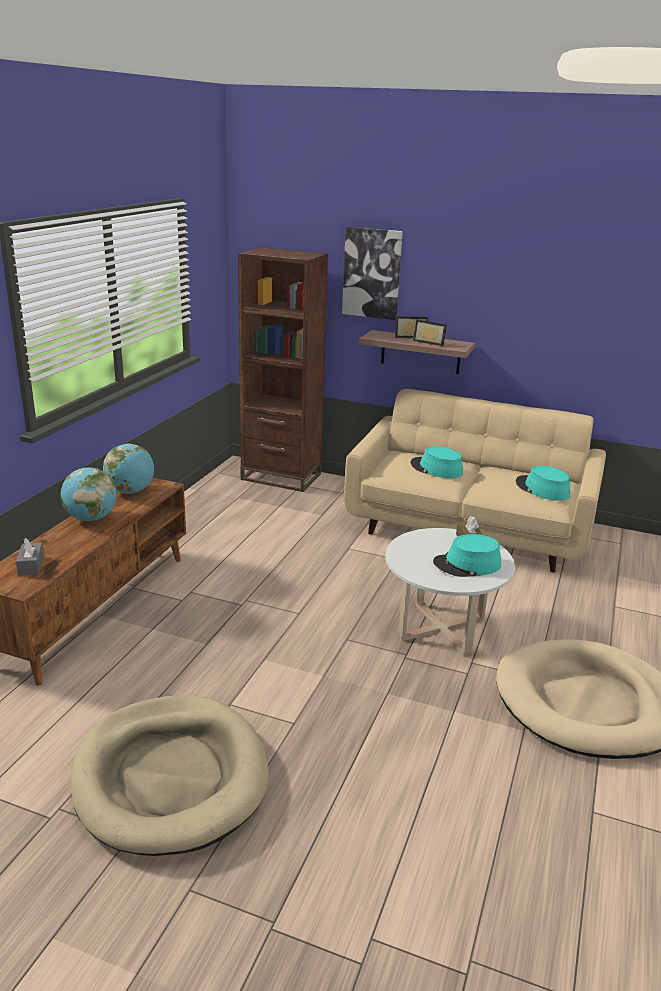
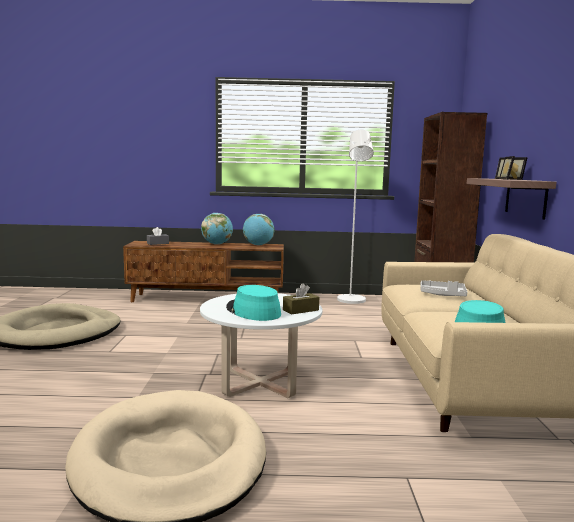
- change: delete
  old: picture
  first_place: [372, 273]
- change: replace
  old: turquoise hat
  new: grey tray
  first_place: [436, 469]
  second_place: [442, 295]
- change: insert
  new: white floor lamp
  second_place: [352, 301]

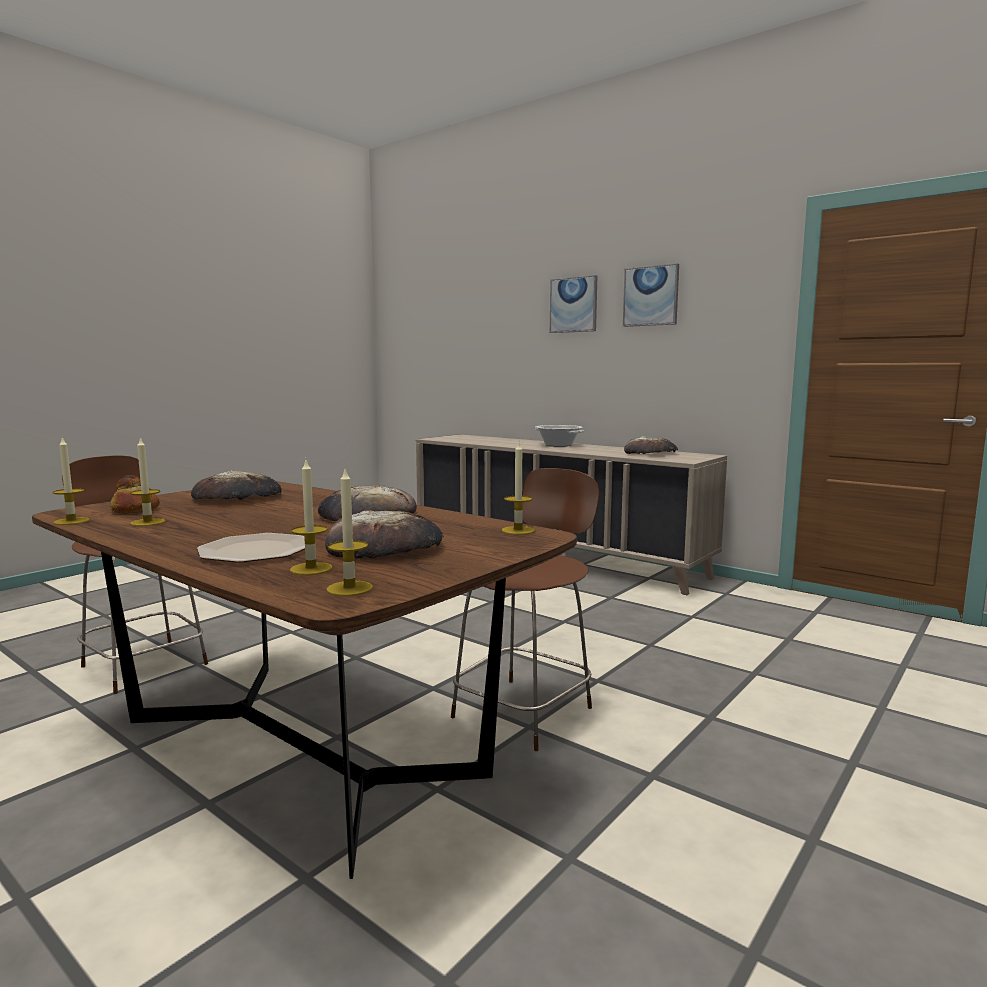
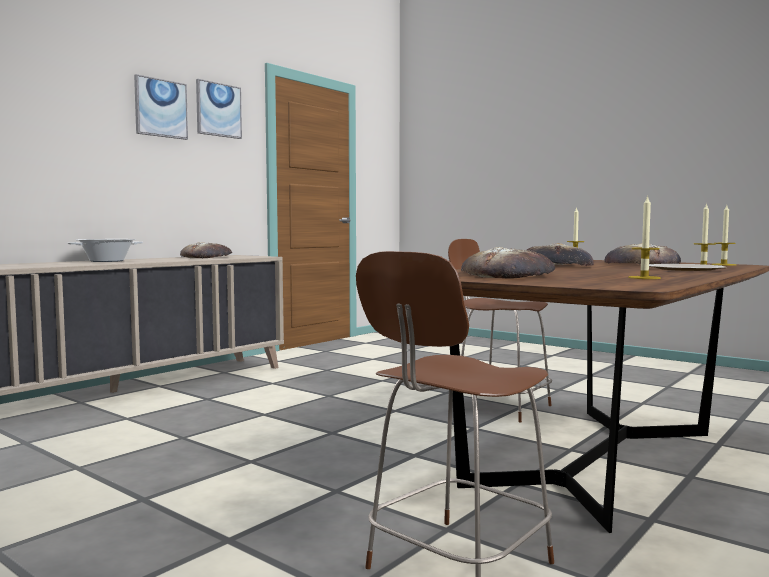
- change: move
  old: picture
  first_place: [573, 305]
  second_place: [218, 110]
- change: delete
  old: candle
  first_place: [71, 521]
- change: delete
  old: bread
  first_place: [136, 510]

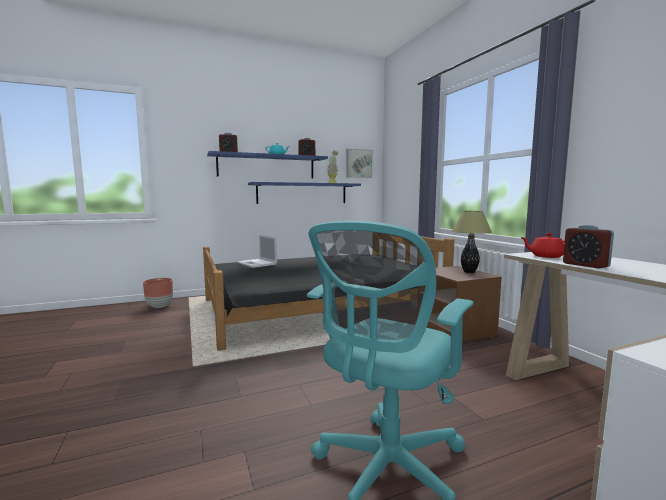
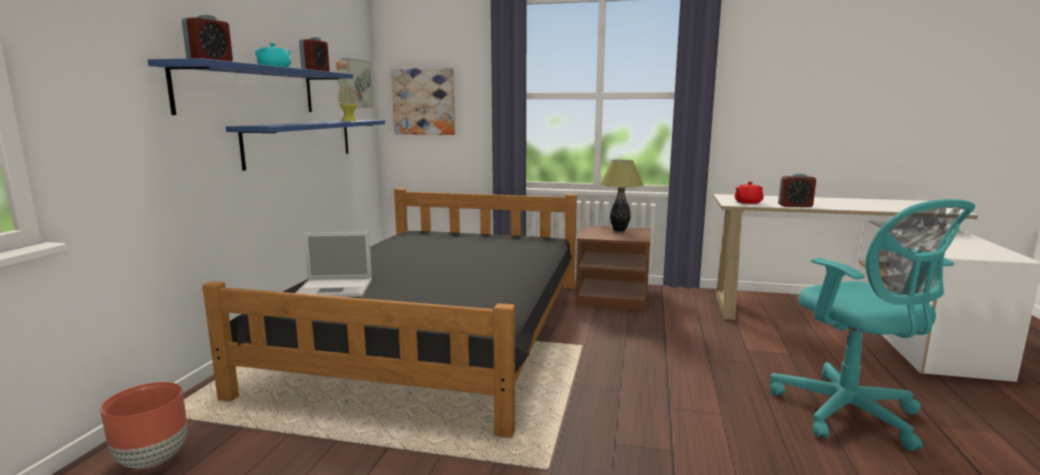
- change: insert
  new: picture
  second_place: [424, 101]

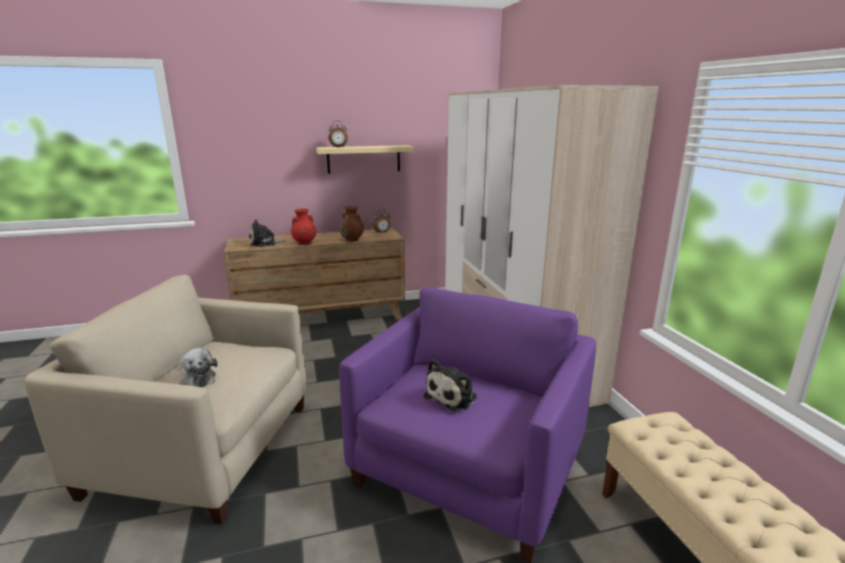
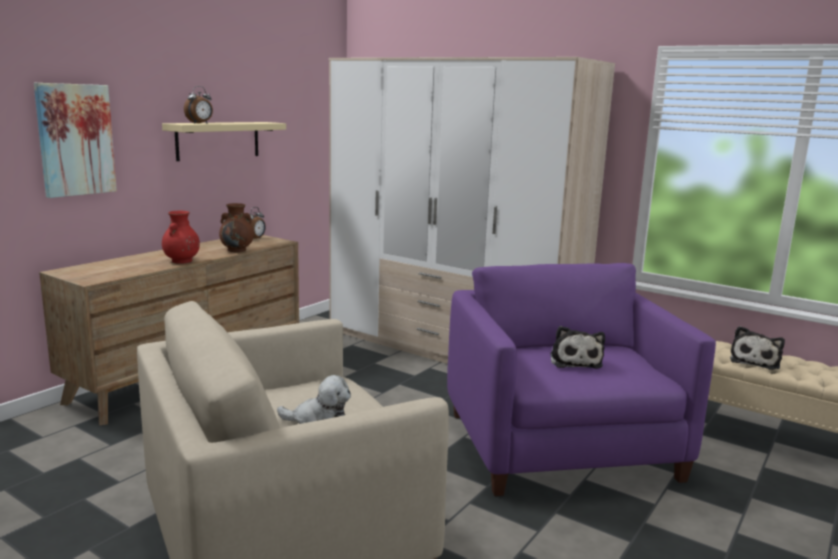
- change: move
  old: plush toy
  first_place: [264, 243]
  second_place: [755, 361]
- change: insert
  new: picture
  second_place: [75, 140]

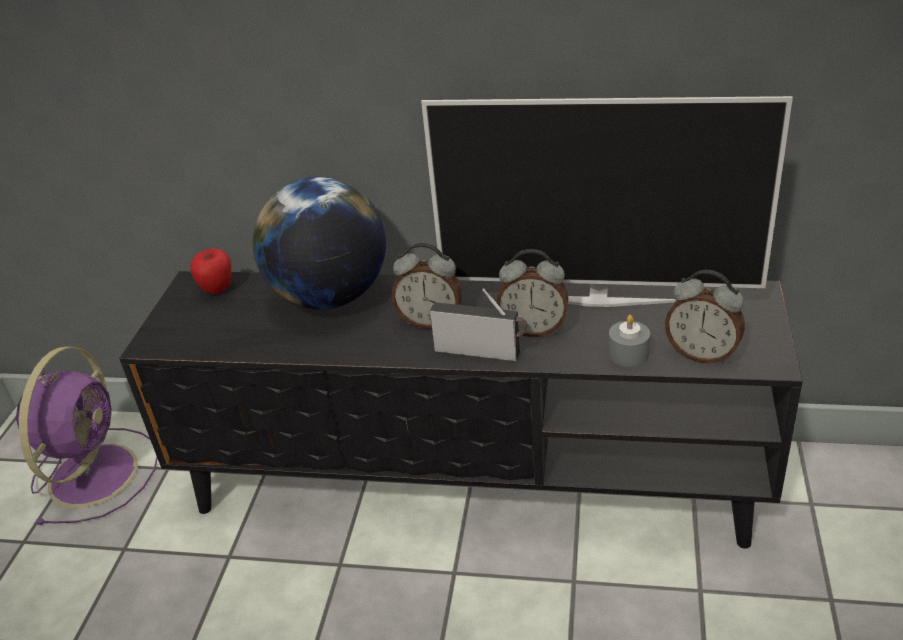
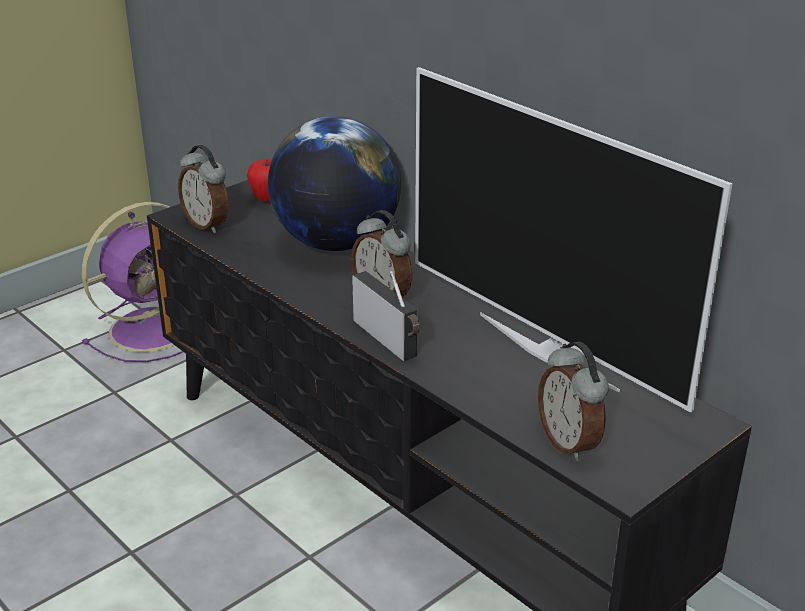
- change: move
  old: alarm clock
  first_place: [533, 329]
  second_place: [207, 224]
- change: delete
  old: grey candle
  first_place: [628, 353]

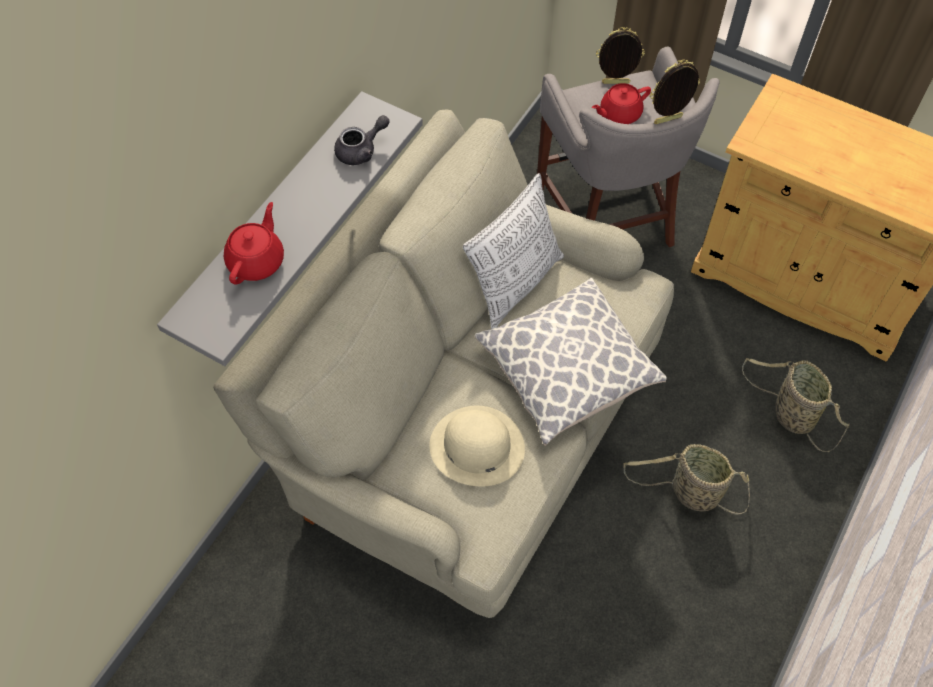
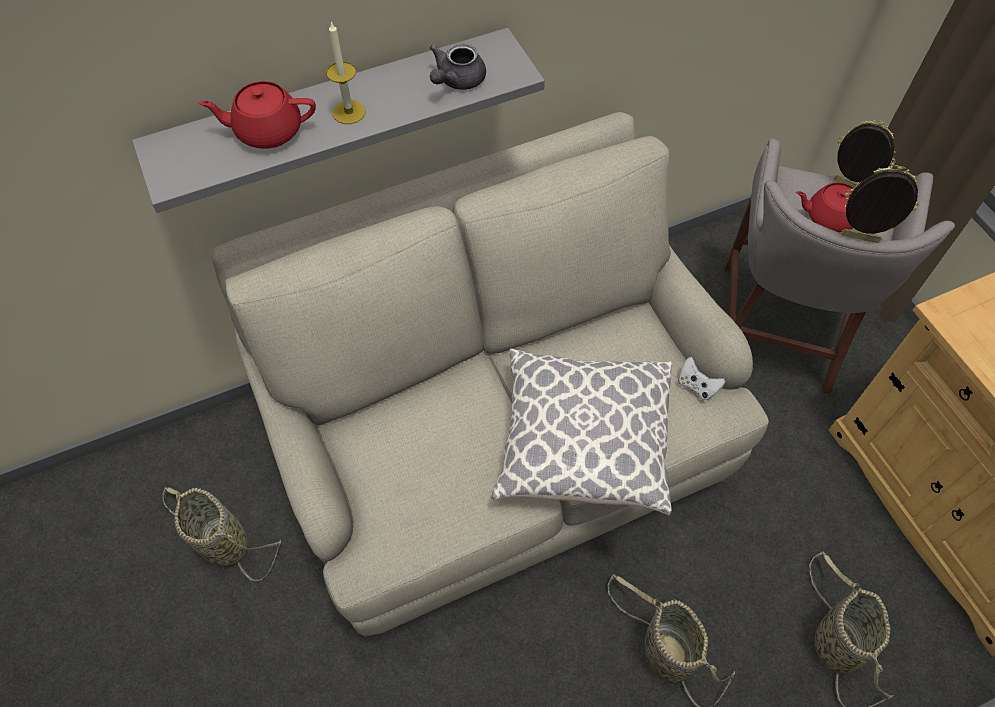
- change: rotate
  old: grey teapot
  first_place: [361, 150]
  second_place: [456, 81]
  degrees: 120
- change: delete
  old: pillow
  first_place: [515, 284]
- change: rotate
  old: red teapot
  first_place: [257, 261]
  second_place: [267, 131]
  degrees: -150
- change: delete
  old: beige hat
  first_place: [476, 447]
- change: insert
  new: candle
  second_place: [349, 112]
- change: insert
  new: white game controller
  second_place: [697, 386]
- change: insert
  new: basket
  second_place: [222, 541]

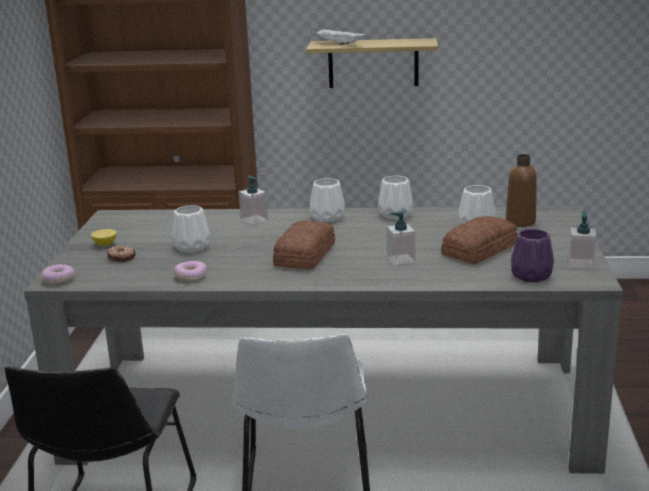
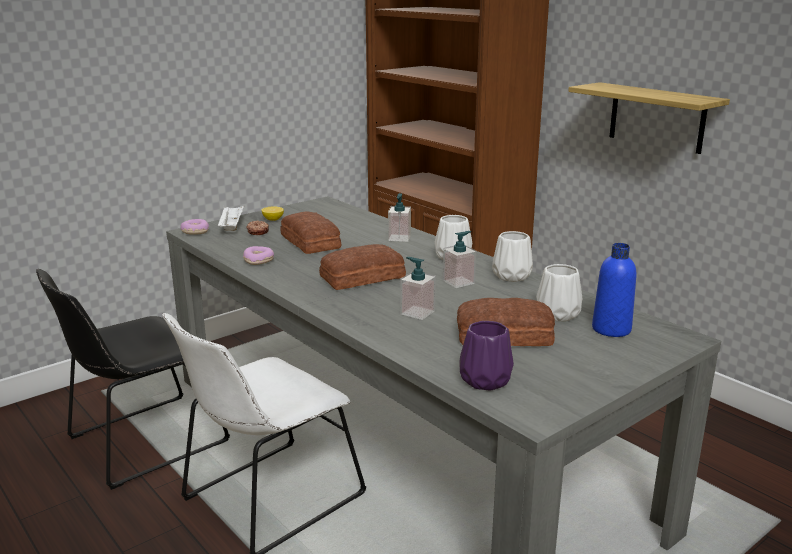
- change: move
  old: white tray
  first_place: [338, 44]
  second_place: [231, 227]
- change: recolor
  old: brown bottle
  new: blue bottle
  first_place: [520, 222]
  second_place: [611, 329]
- change: replace
  old: white vase
  new: bread
  first_place: [191, 247]
  second_place: [311, 241]
- change: move
  old: soap dispenser
  first_place: [581, 263]
  second_place: [459, 282]

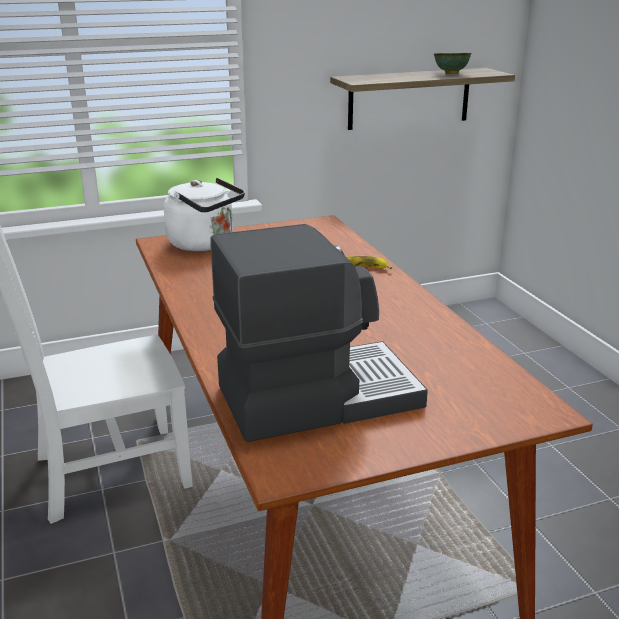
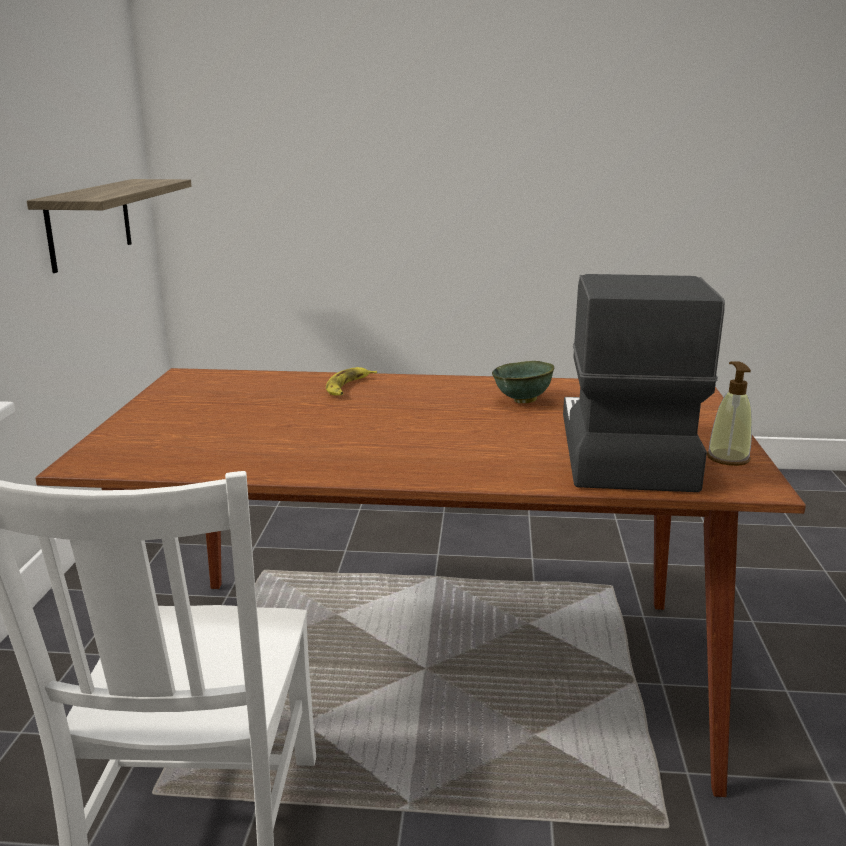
- change: move
  old: green bowl
  first_place: [450, 74]
  second_place: [522, 401]
- change: delete
  old: white kettle
  first_place: [205, 244]
- change: insert
  new: soap dispenser
  second_place: [728, 458]

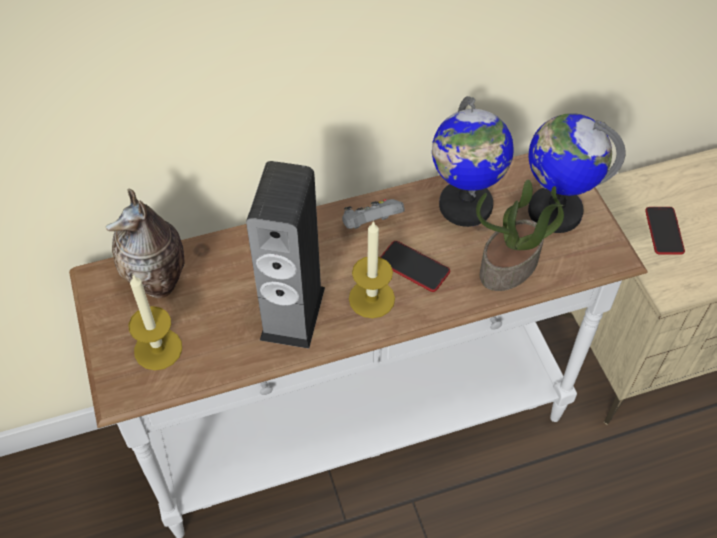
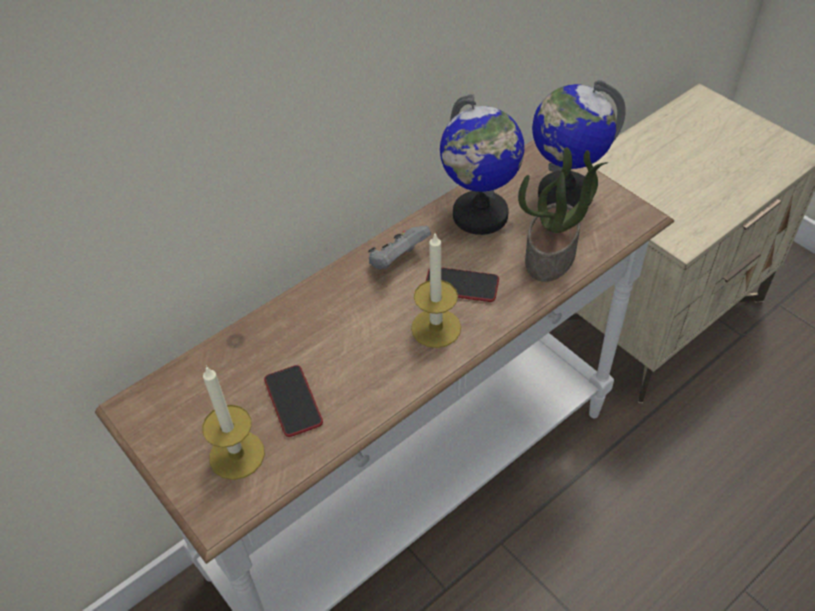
- change: delete
  old: speaker
  first_place: [292, 313]
- change: delete
  old: vase
  first_place: [160, 285]
- change: move
  old: phone
  first_place: [664, 231]
  second_place: [293, 401]

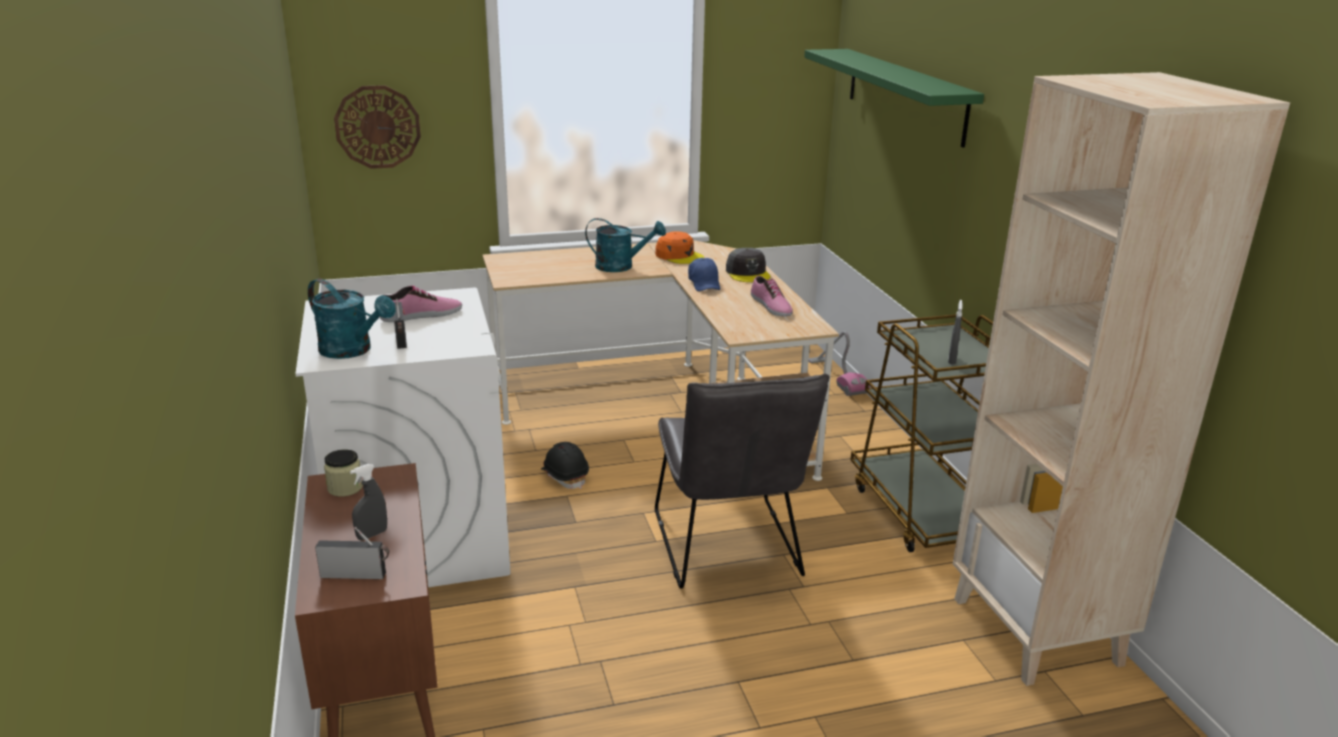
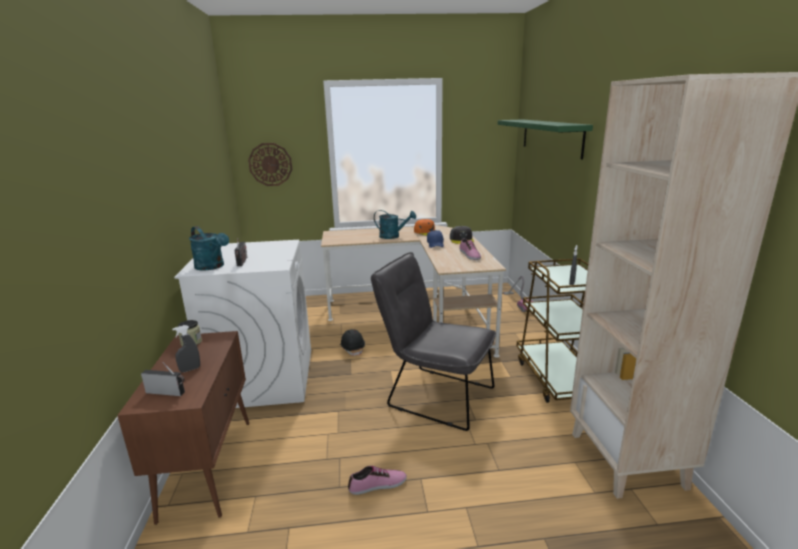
- change: move
  old: shoe
  first_place: [421, 315]
  second_place: [378, 485]
- change: rotate
  old: grey chair
  first_place: [728, 550]
  second_place: [434, 395]
  degrees: 120

